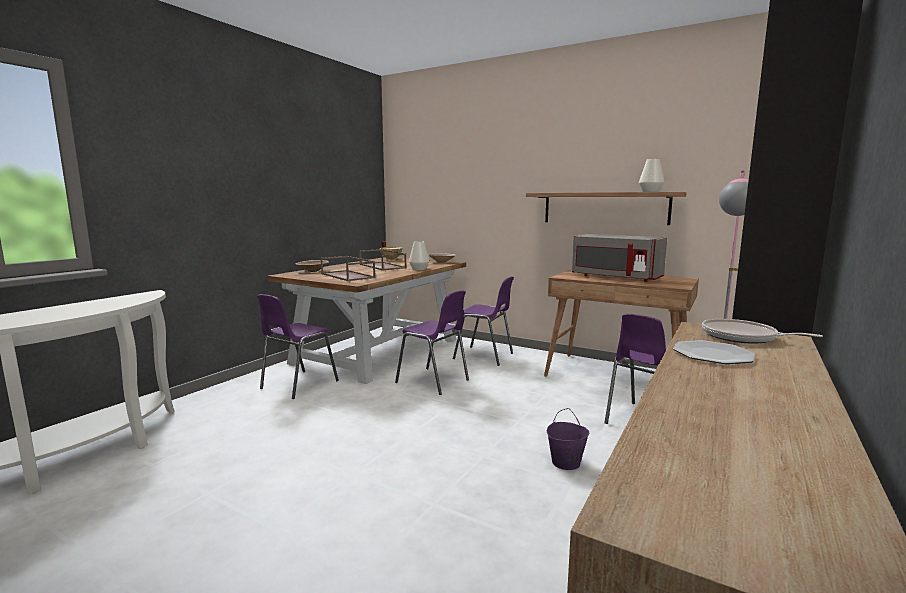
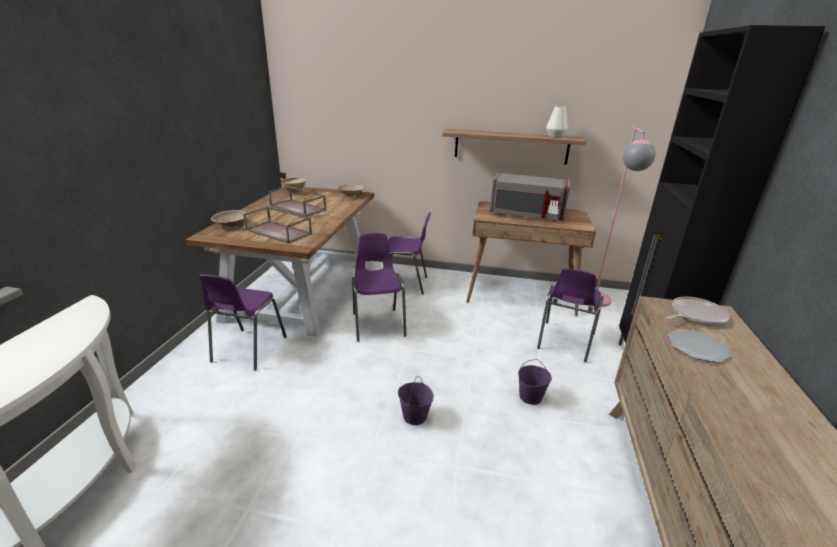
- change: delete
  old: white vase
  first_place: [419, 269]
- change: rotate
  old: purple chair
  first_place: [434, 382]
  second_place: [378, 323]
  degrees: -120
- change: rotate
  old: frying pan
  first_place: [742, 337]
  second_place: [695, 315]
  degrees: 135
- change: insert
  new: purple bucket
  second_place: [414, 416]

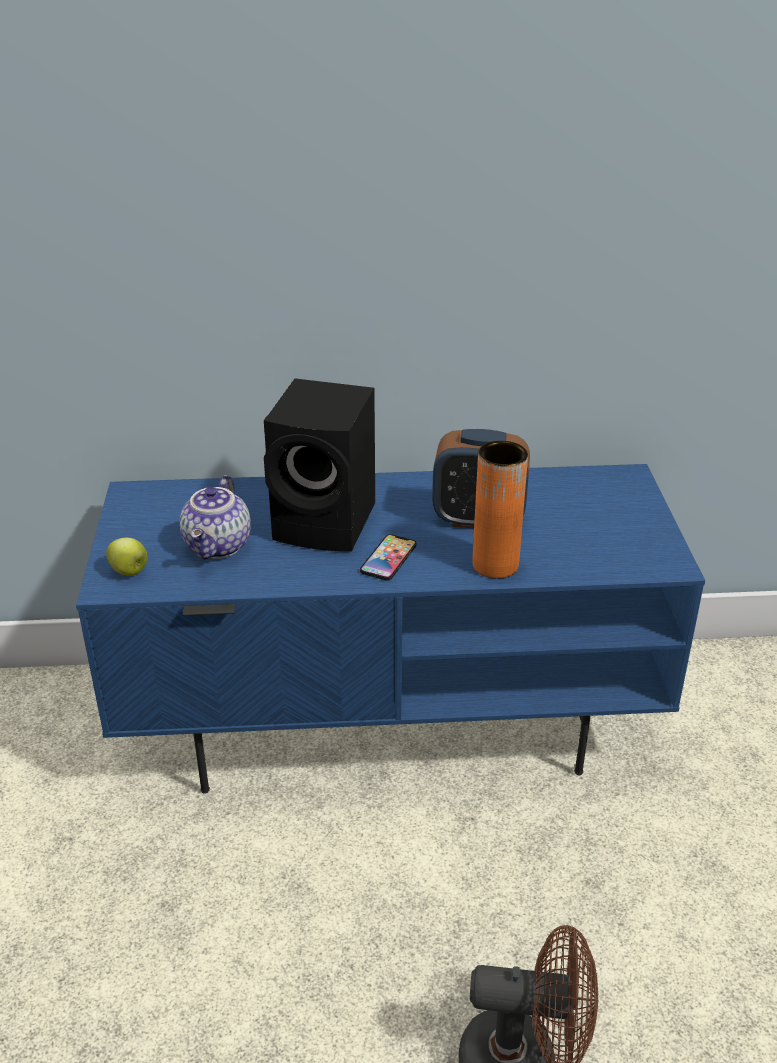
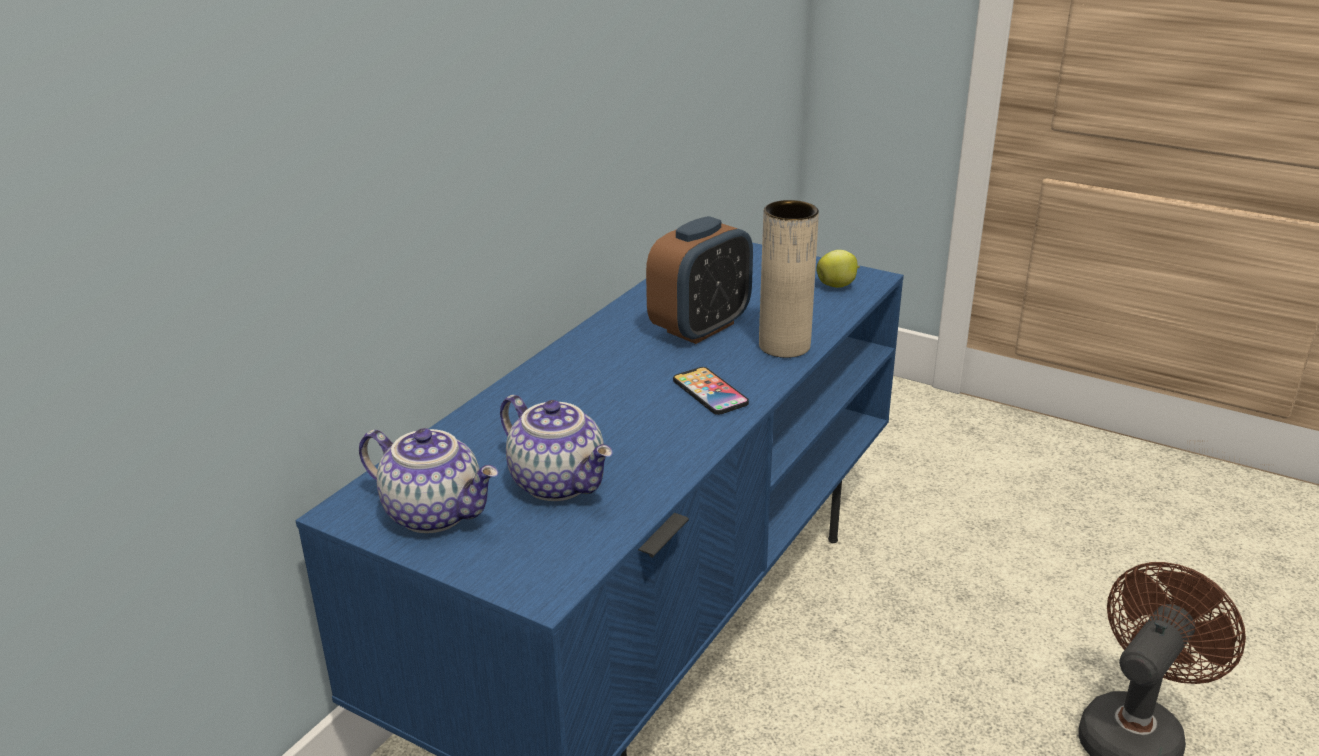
- change: delete
  old: black speaker
  first_place: [328, 523]
- change: recolor
  old: orange vase
  new: beige vase
  first_place: [495, 565]
  second_place: [784, 346]
- change: move
  old: apple
  first_place: [130, 572]
  second_place: [837, 286]
- change: insert
  new: teapot
  second_place: [436, 512]

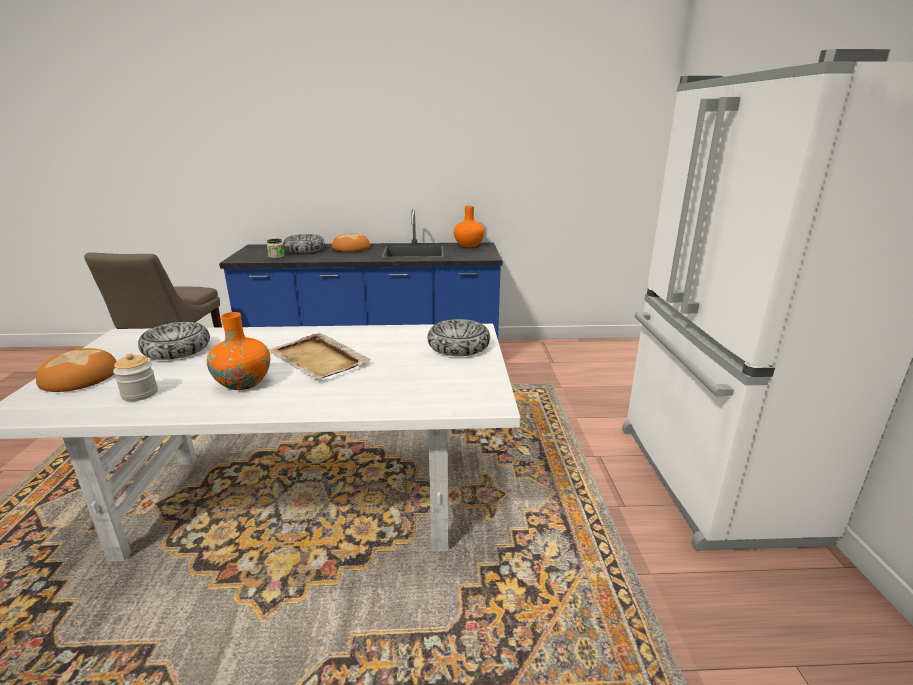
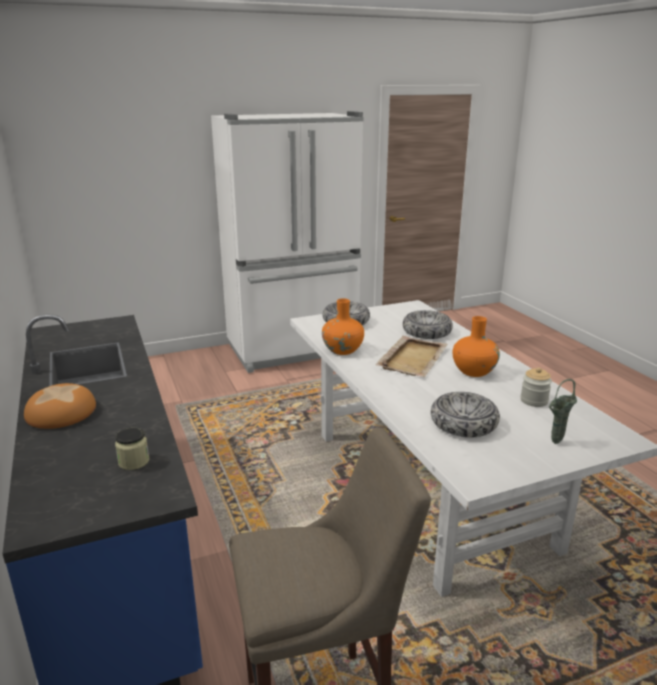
- change: move
  old: orange vase
  first_place: [468, 245]
  second_place: [342, 350]
- change: move
  old: bowl
  first_place: [304, 250]
  second_place: [427, 332]
- change: replace
  old: bread
  new: green vase
  first_place: [80, 376]
  second_place: [555, 443]

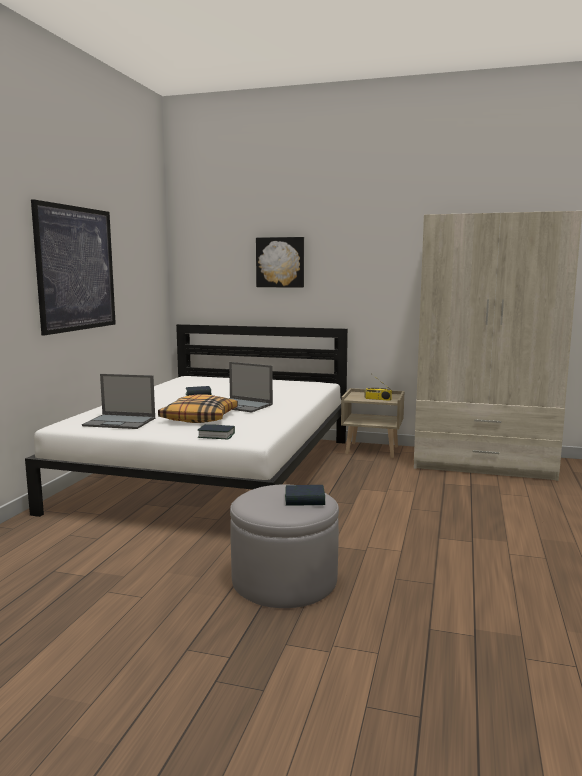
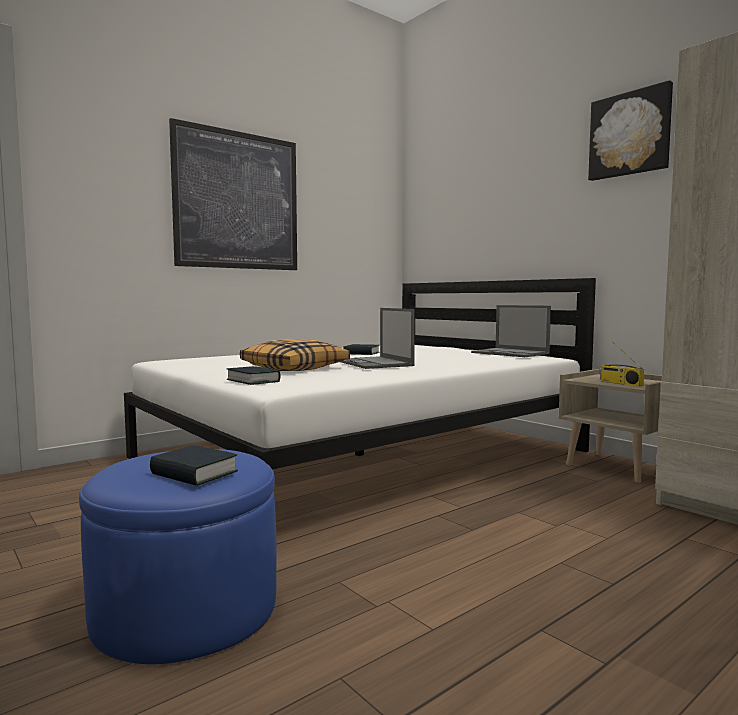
- change: move
  old: picture
  first_place: [280, 262]
  second_place: [630, 134]
- change: move
  old: laptop
  first_place: [120, 422]
  second_place: [511, 353]
- change: recolor
  old: grey ottoman
  new: blue ottoman
  first_place: [284, 580]
  second_place: [186, 609]

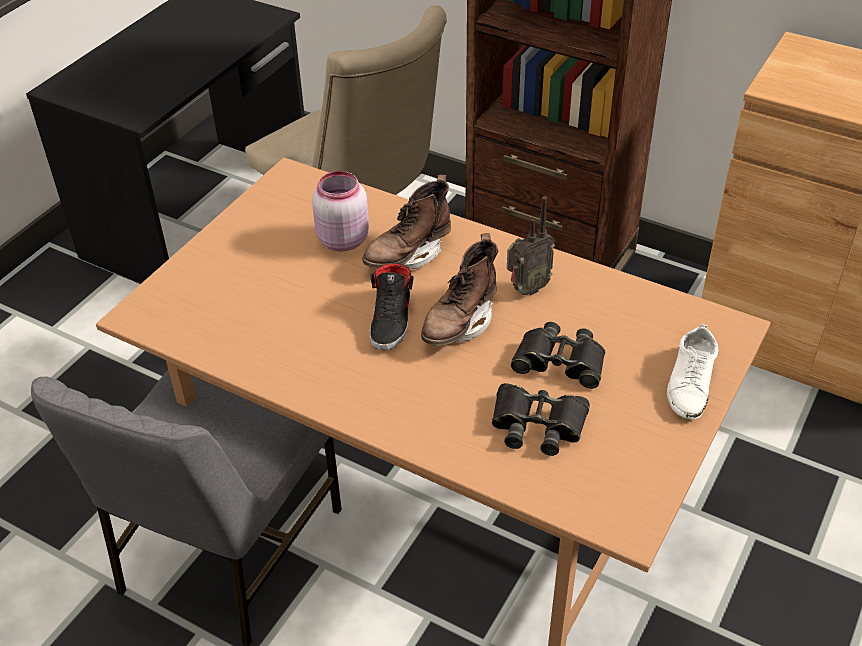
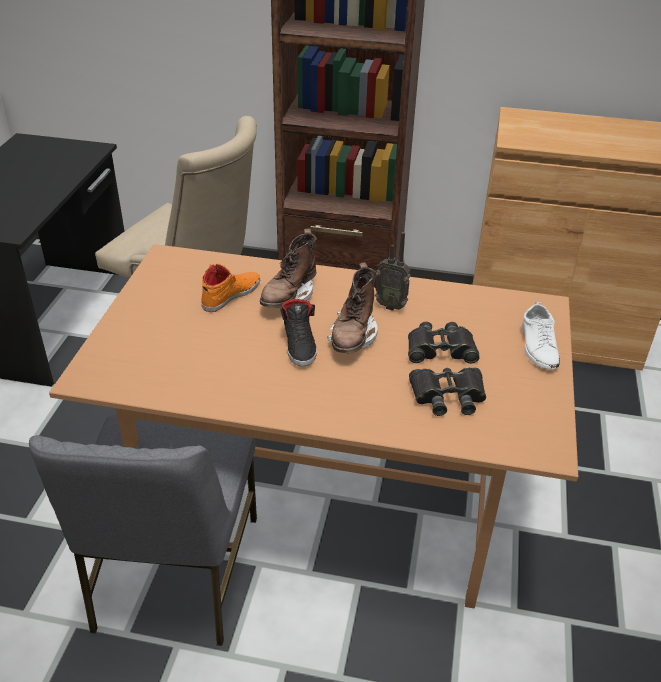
- change: replace
  old: pink jar
  new: orange shoe
  first_place: [341, 240]
  second_place: [231, 294]
- change: rotate
  old: radio
  first_place: [526, 289]
  second_place: [390, 305]
  degrees: 75

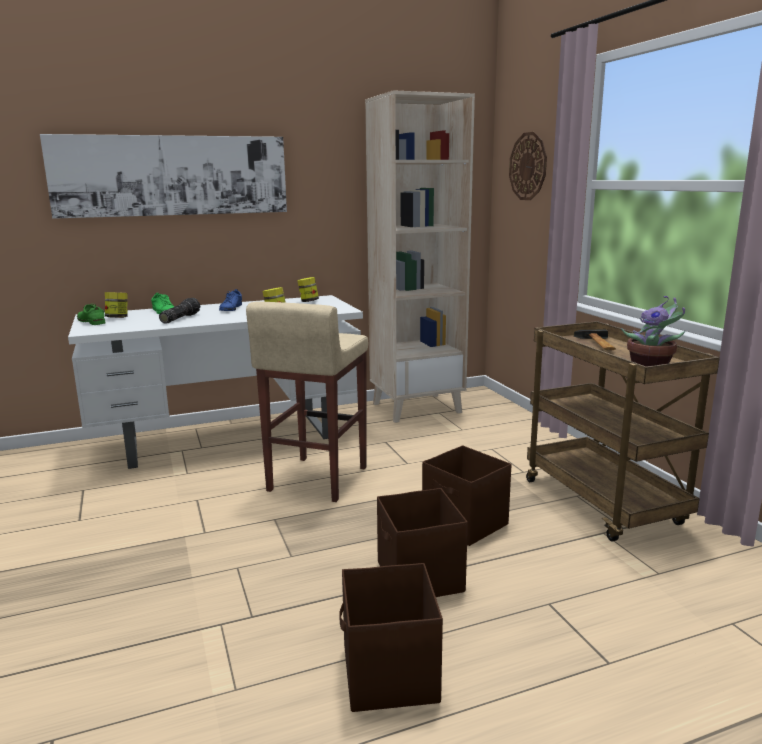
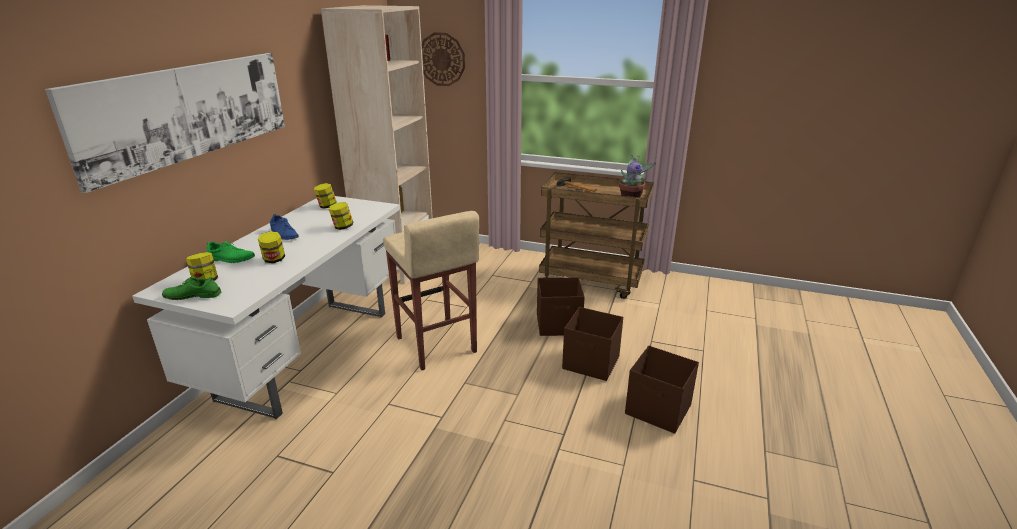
- change: replace
  old: flashlight
  new: jar
  first_place: [179, 318]
  second_place: [274, 260]

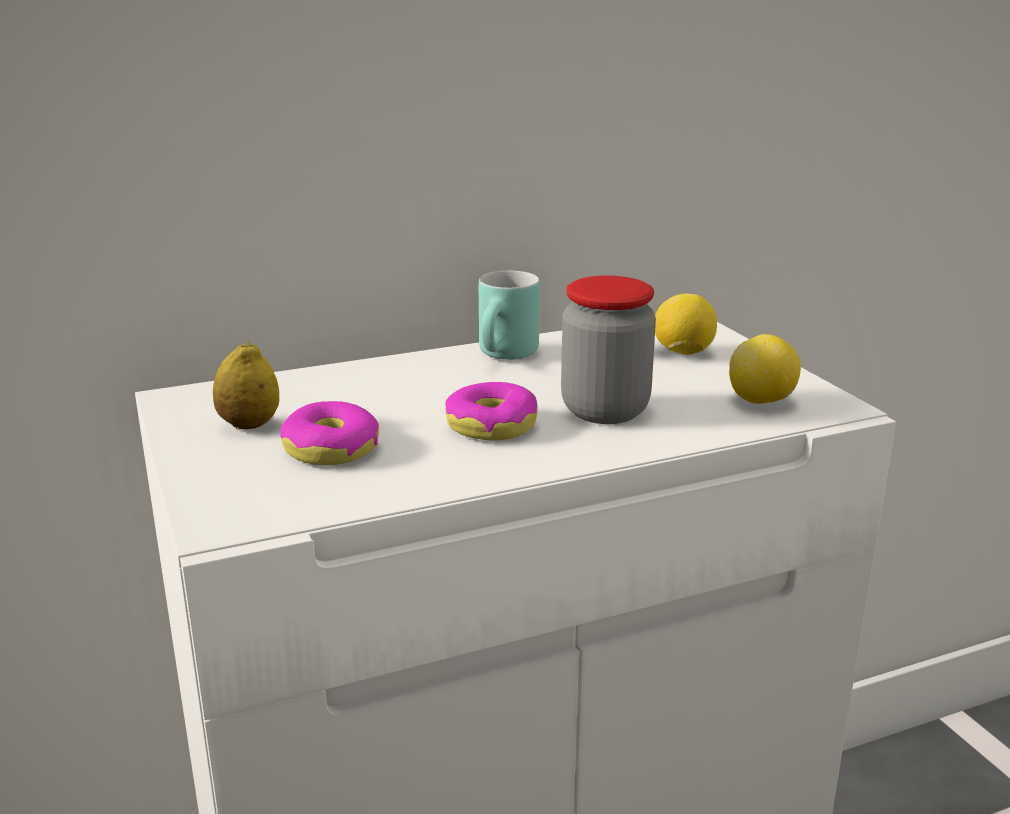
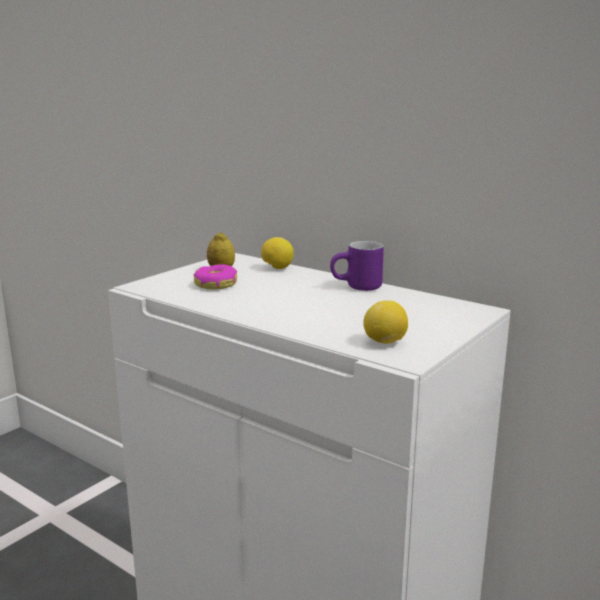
- change: recolor
  old: turquoise mug
  new: purple mug
  first_place: [508, 357]
  second_place: [357, 288]
- change: delete
  old: jar
  first_place: [605, 410]
- change: move
  old: lemon
  first_place: [683, 353]
  second_place: [277, 268]
- change: delete
  old: donut
  first_place: [492, 425]

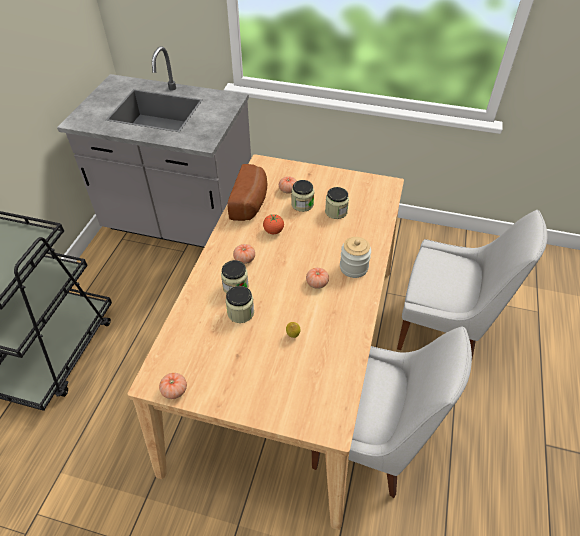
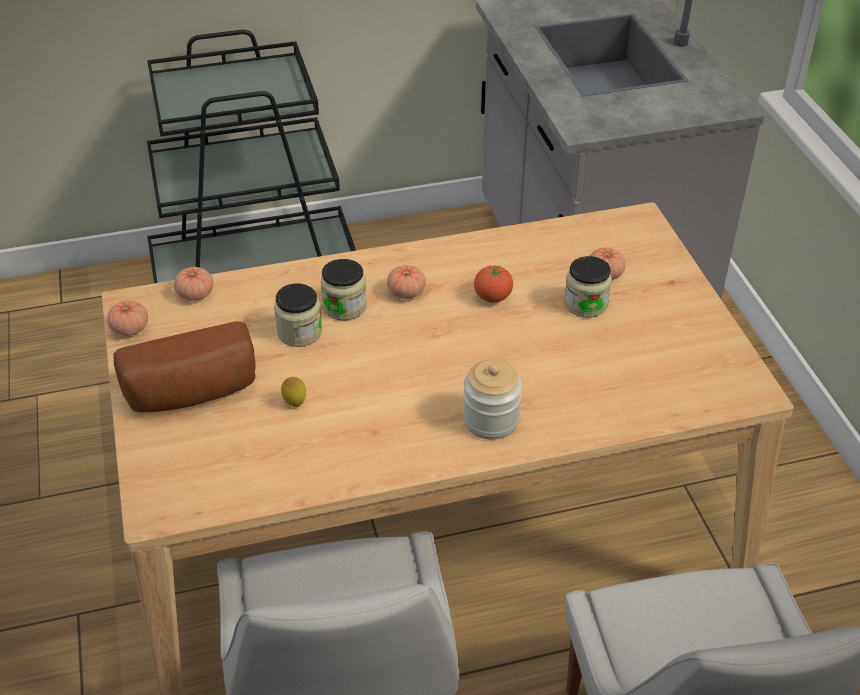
- change: move
  old: bread
  first_place: [251, 202]
  second_place: [193, 393]
- change: delete
  old: jar
  first_place: [336, 212]
- change: move
  old: tomato
  first_place: [317, 283]
  second_place: [195, 294]

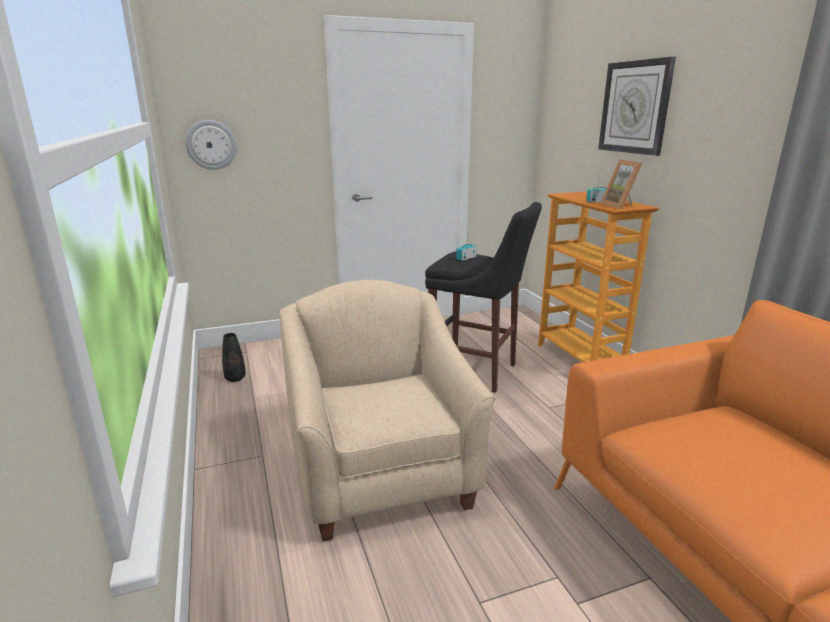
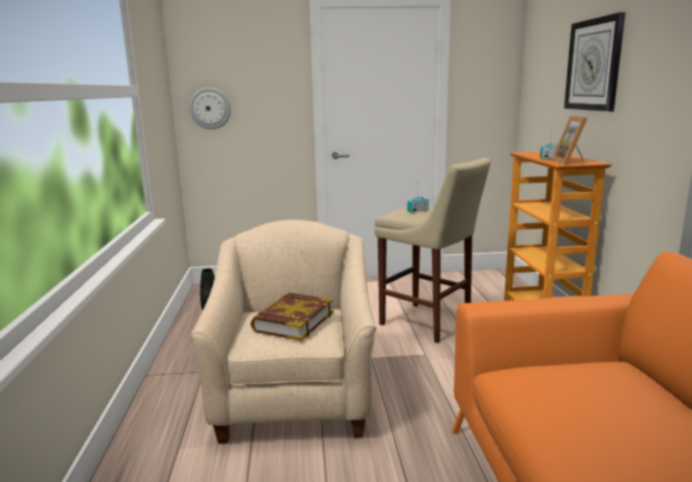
- change: recolor
  old: black stool
  new: beige stool
  first_place: [477, 372]
  second_place: [429, 324]
- change: insert
  new: book
  second_place: [293, 321]

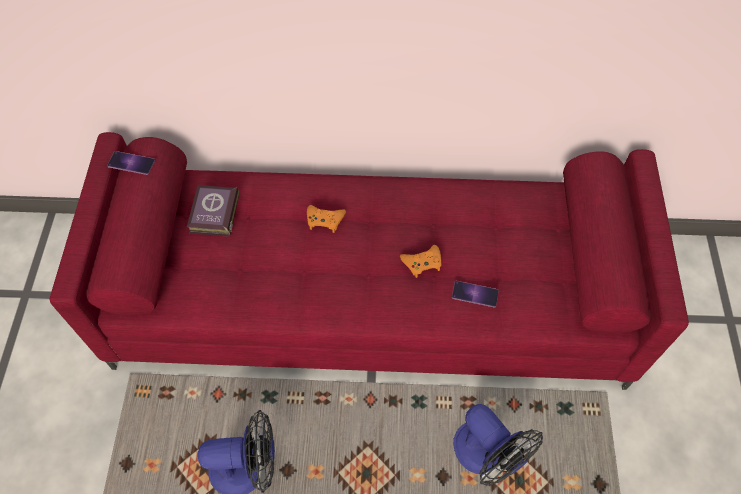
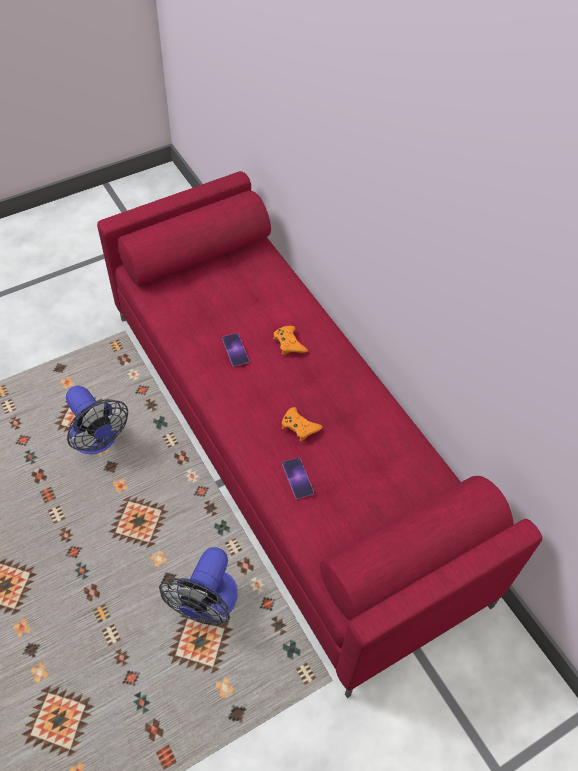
- change: move
  old: phone
  first_place: [131, 163]
  second_place: [235, 350]
- change: delete
  old: book
  first_place: [213, 214]

